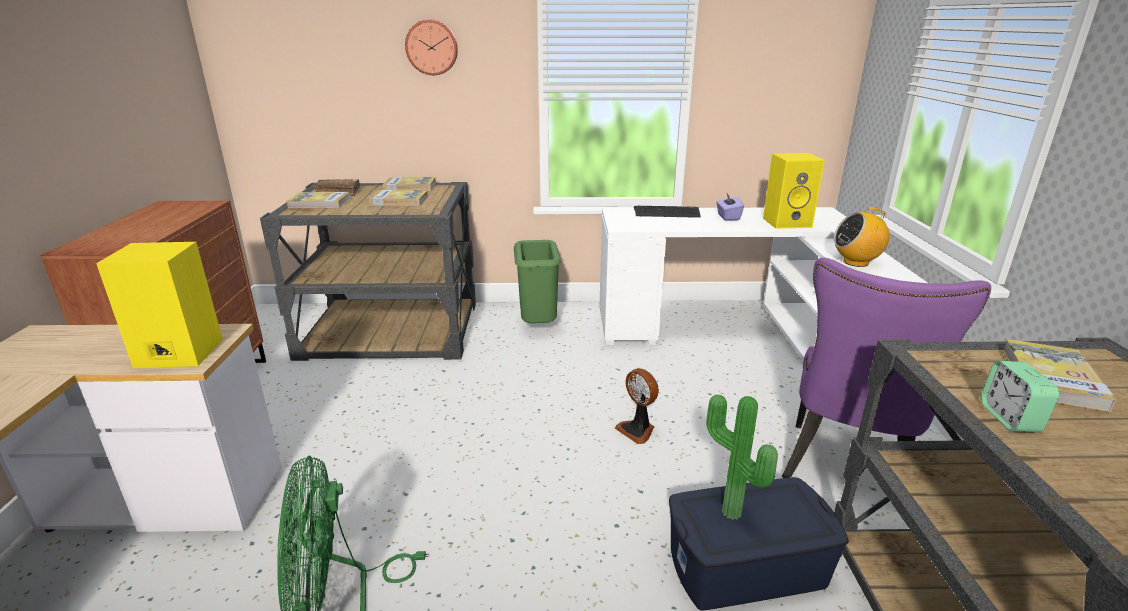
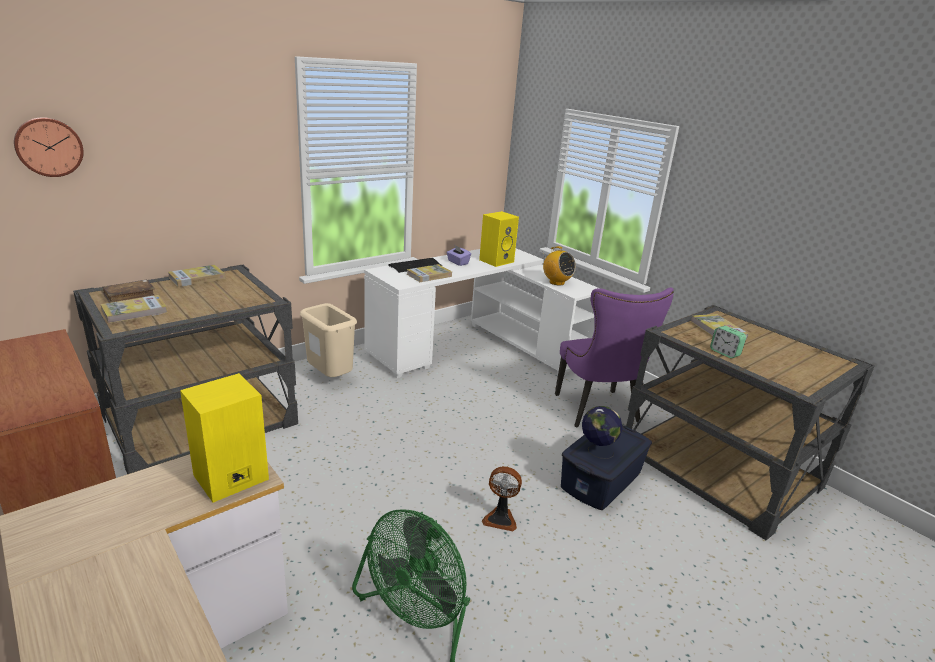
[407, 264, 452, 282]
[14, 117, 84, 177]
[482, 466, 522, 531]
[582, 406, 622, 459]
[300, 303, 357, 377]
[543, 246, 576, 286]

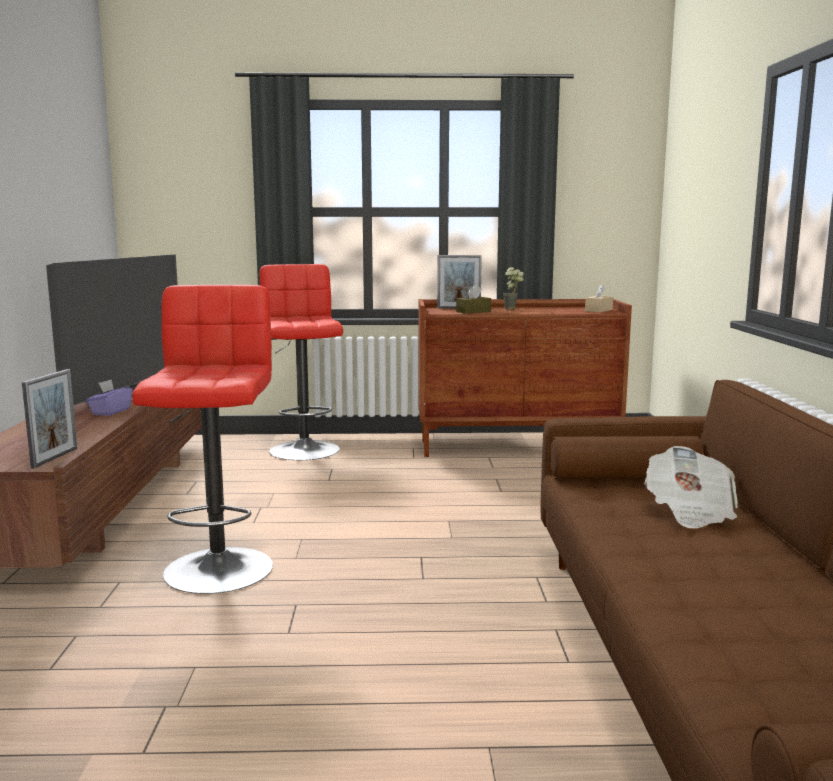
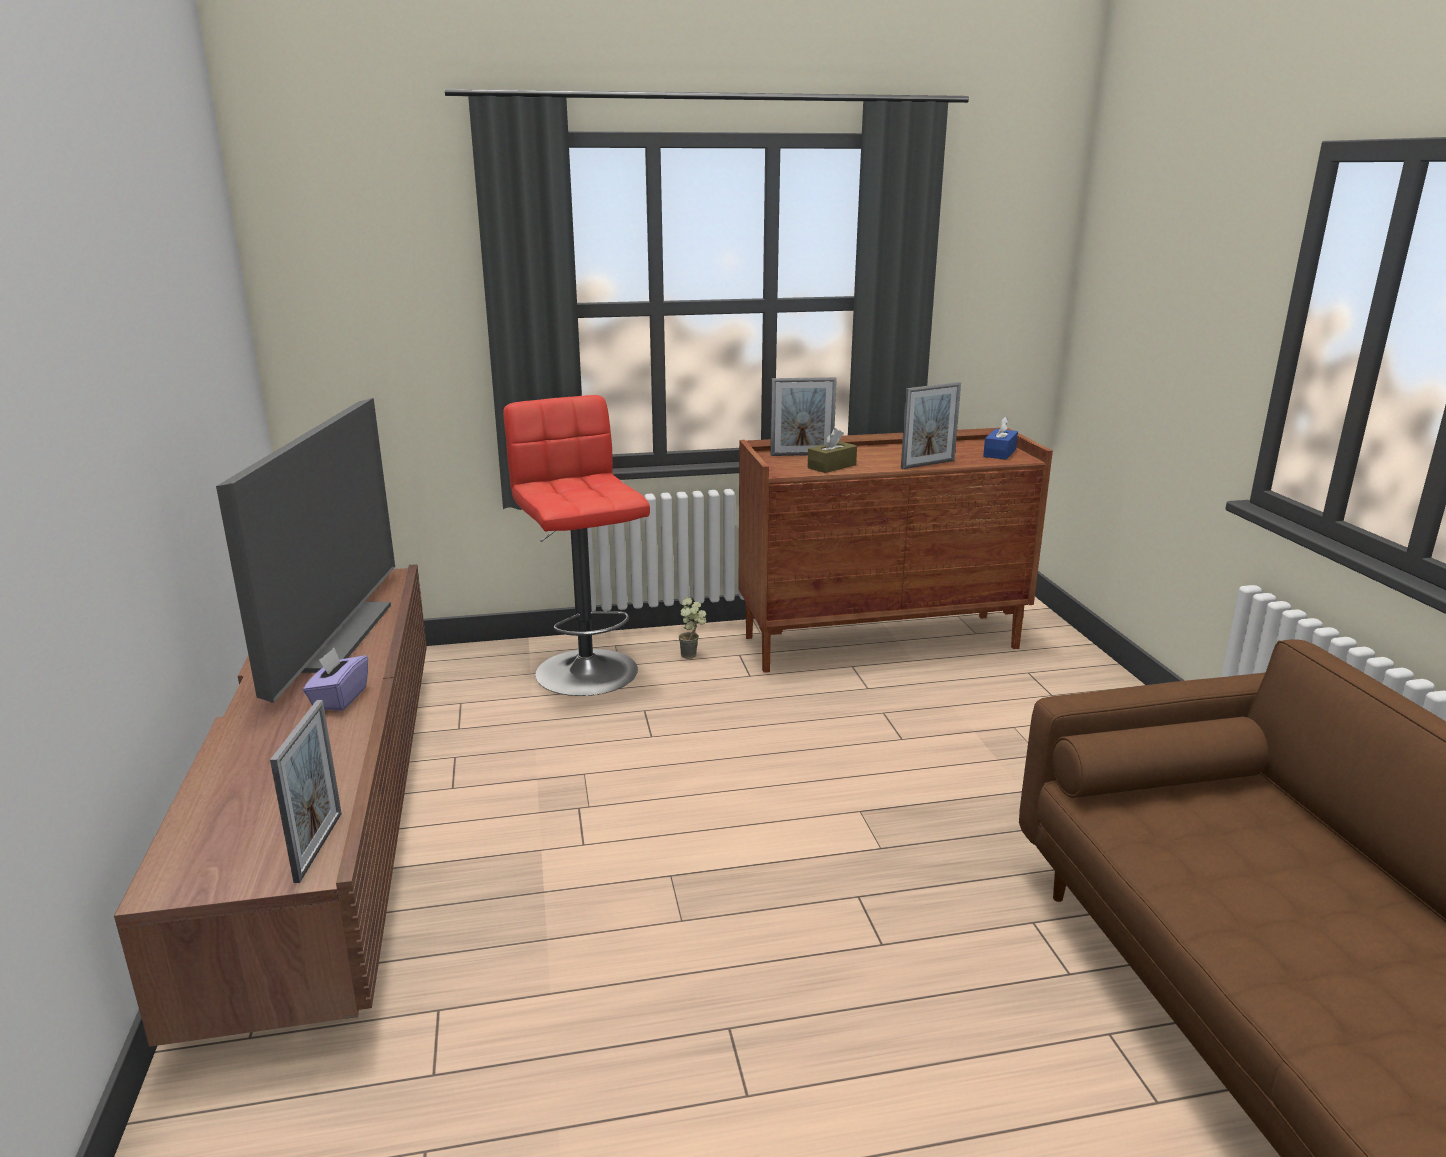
[132, 285, 273, 594] (first image)
[644, 446, 738, 528] (first image)
[901, 382, 961, 469]
[678, 597, 706, 659]
[983, 416, 1018, 460]

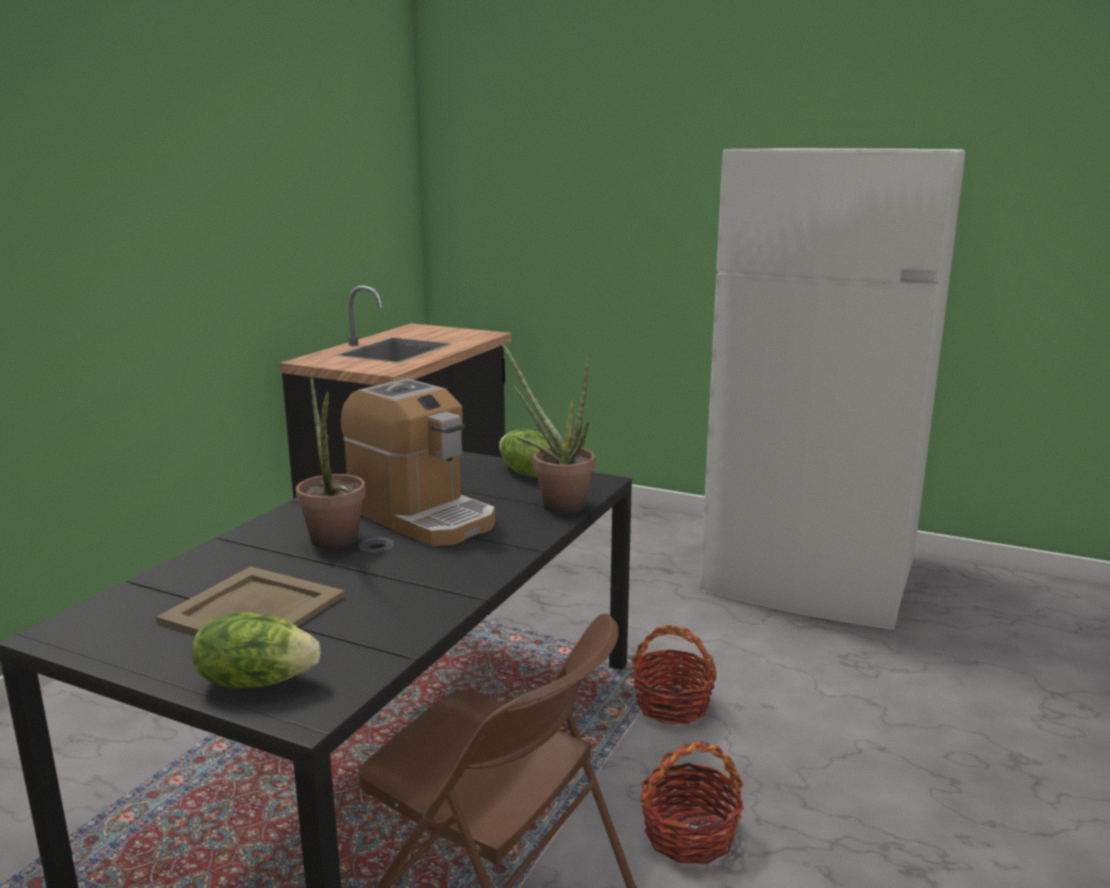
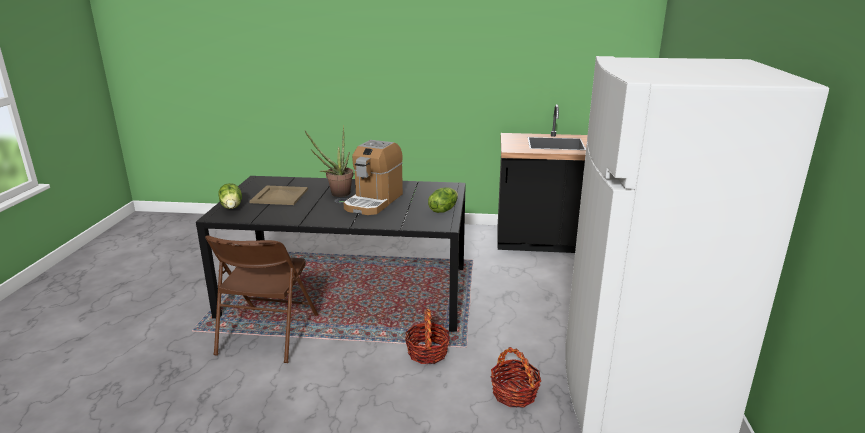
[500, 342, 595, 514] (first image)
[491, 347, 541, 408]

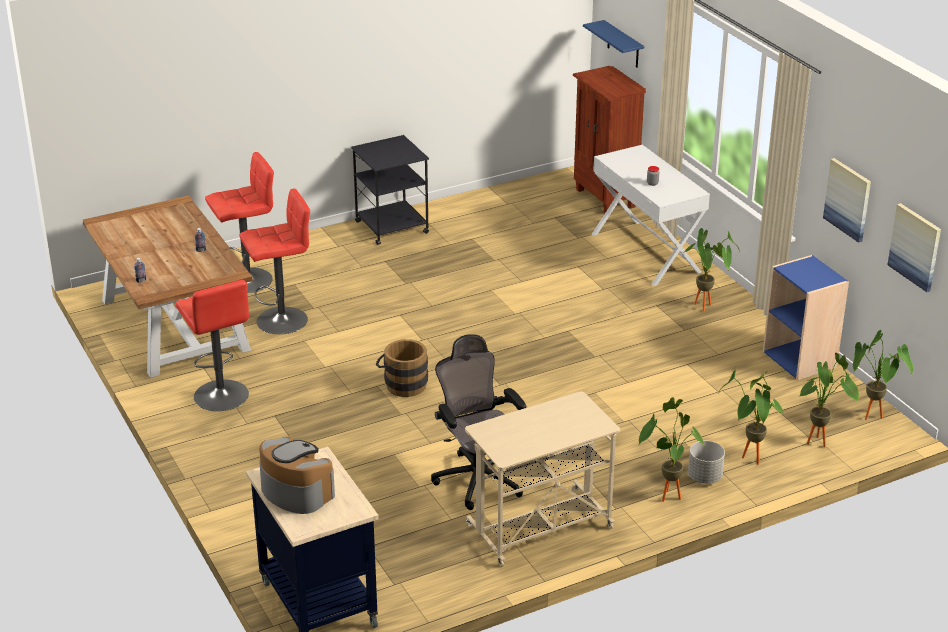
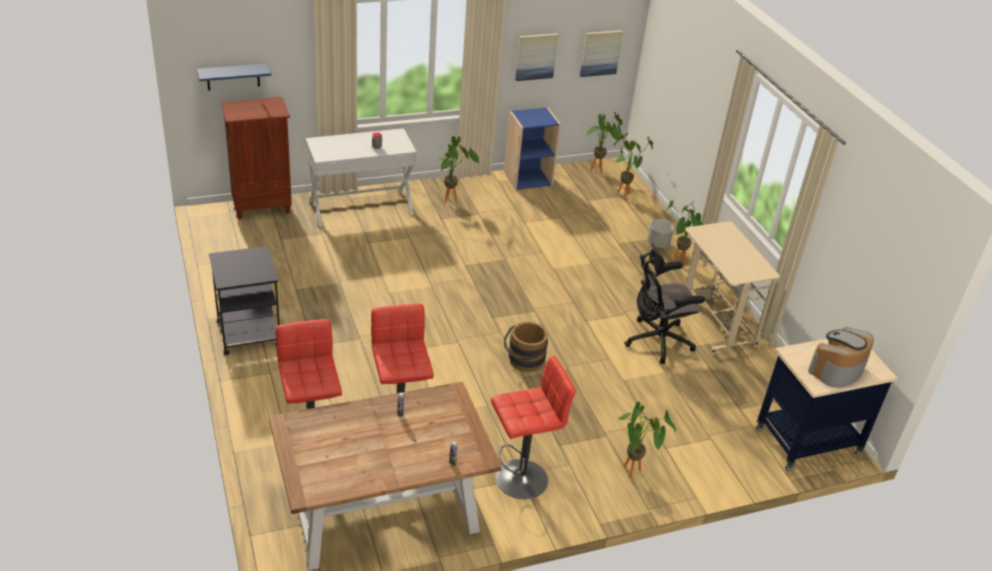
[619, 402, 676, 479]

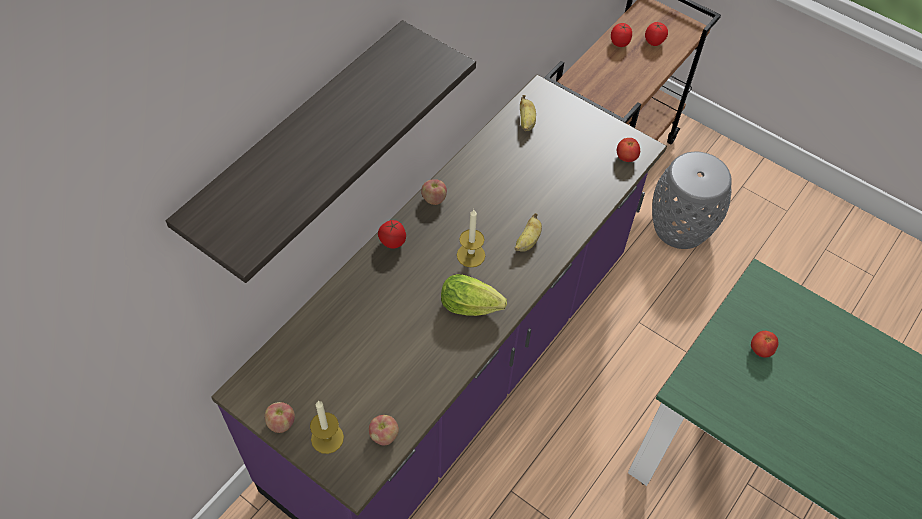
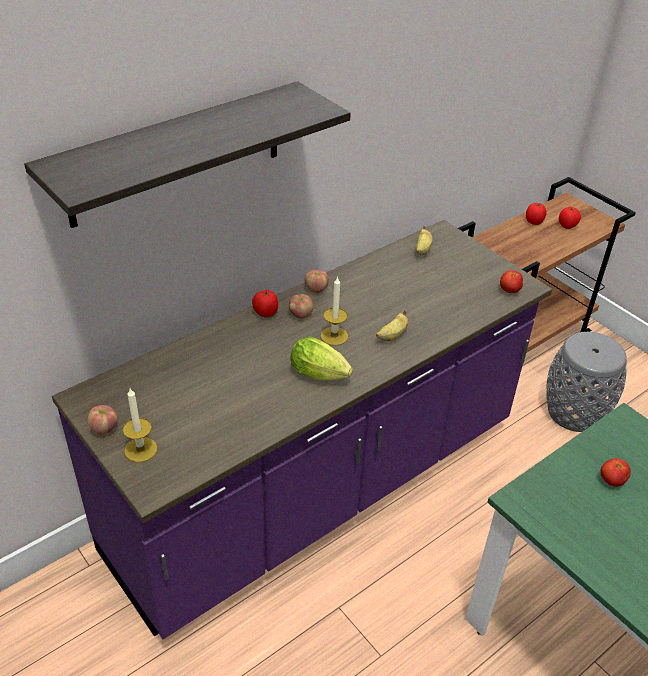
[289, 294, 314, 319]

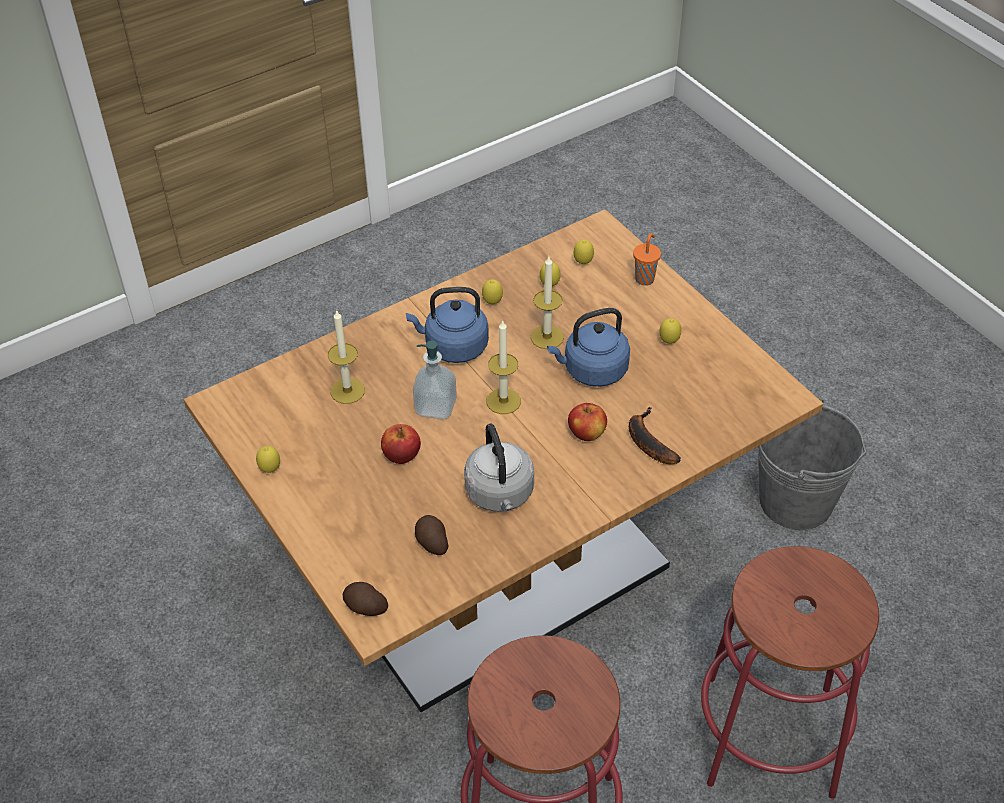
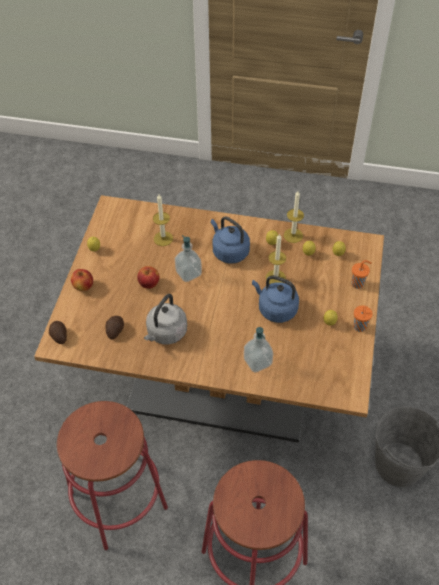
[354, 306, 373, 332]
[284, 191, 304, 243]
[71, 269, 93, 291]
[244, 327, 273, 372]

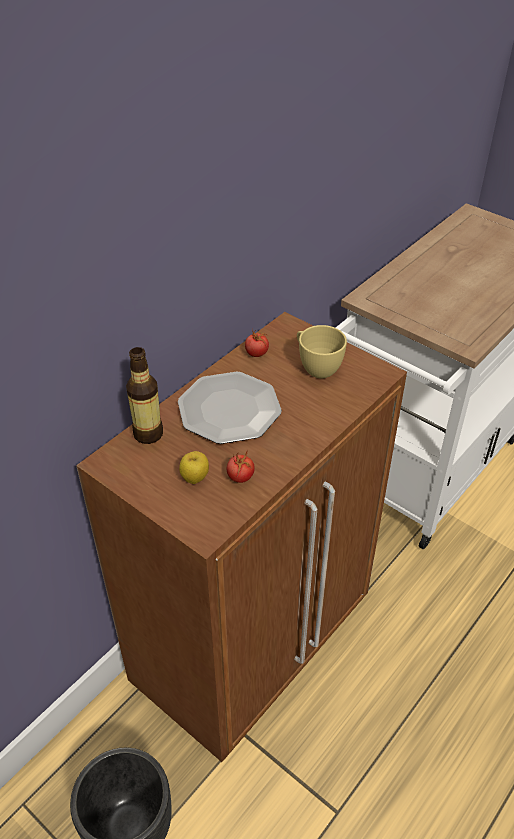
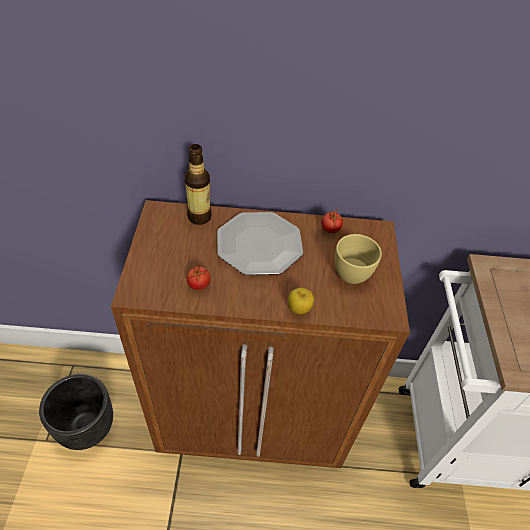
[288, 288, 314, 315]

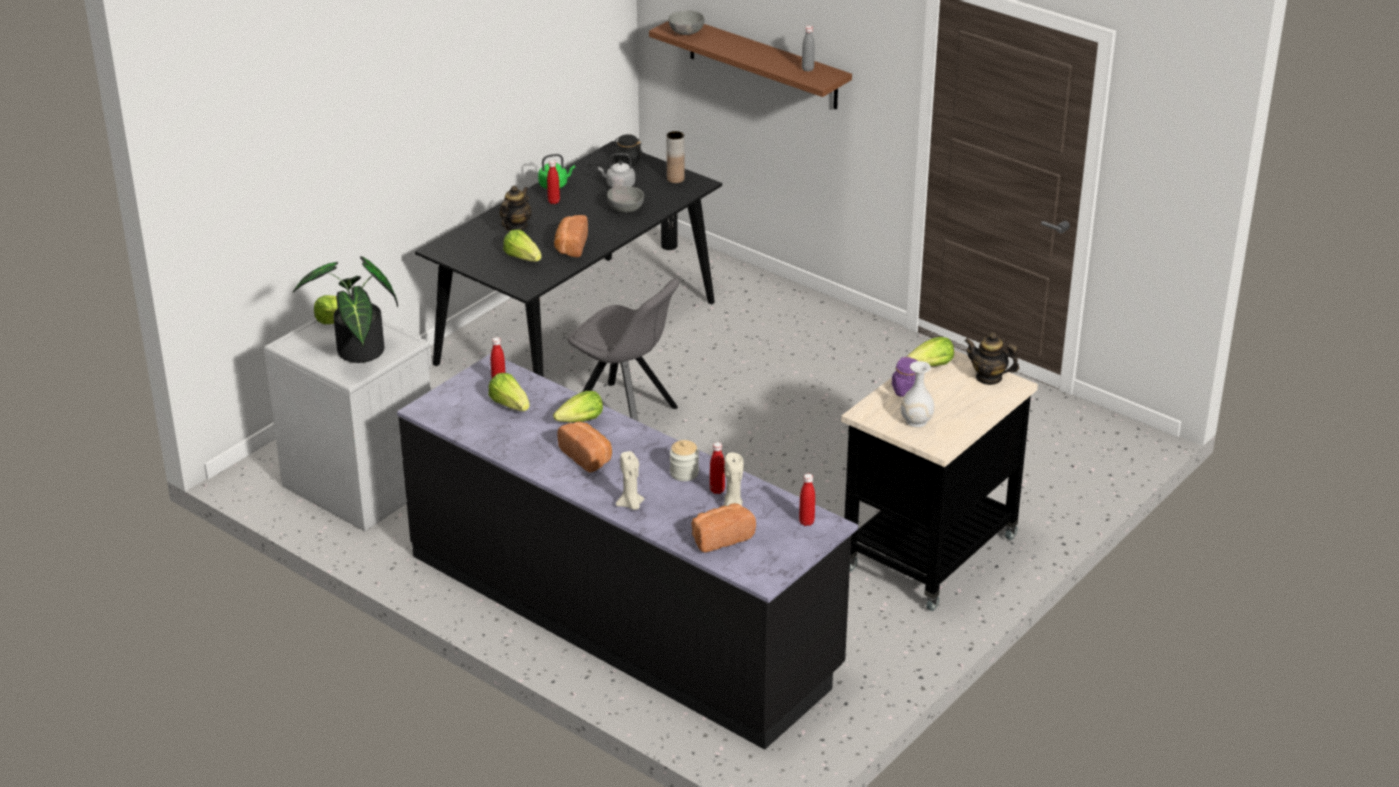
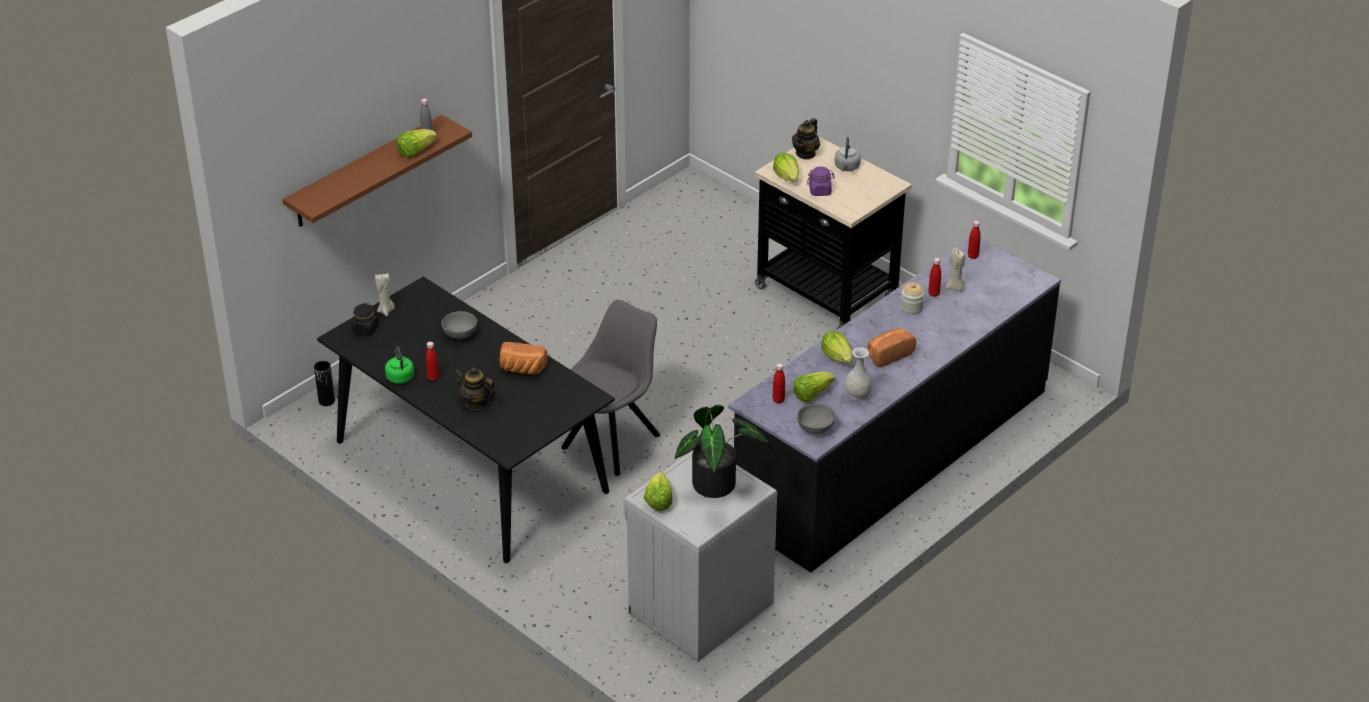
[666, 131, 685, 183] (first image)
[692, 503, 756, 553] (first image)
[397, 129, 437, 158]
[834, 137, 861, 171]
[375, 273, 395, 316]
[797, 404, 835, 434]
[845, 347, 873, 400]

